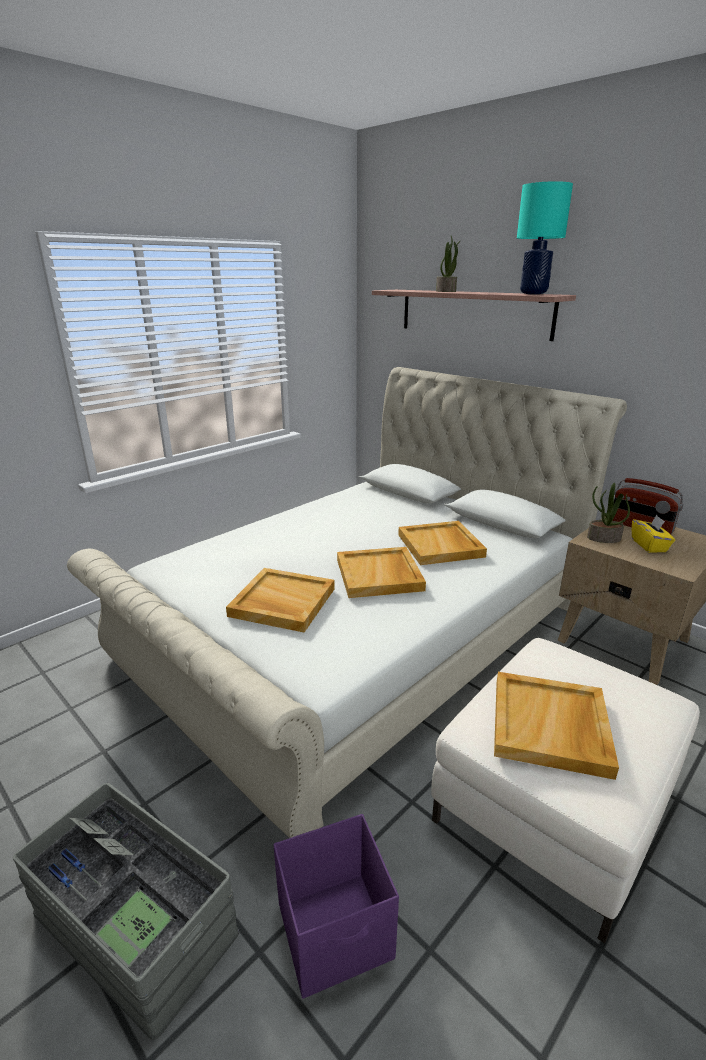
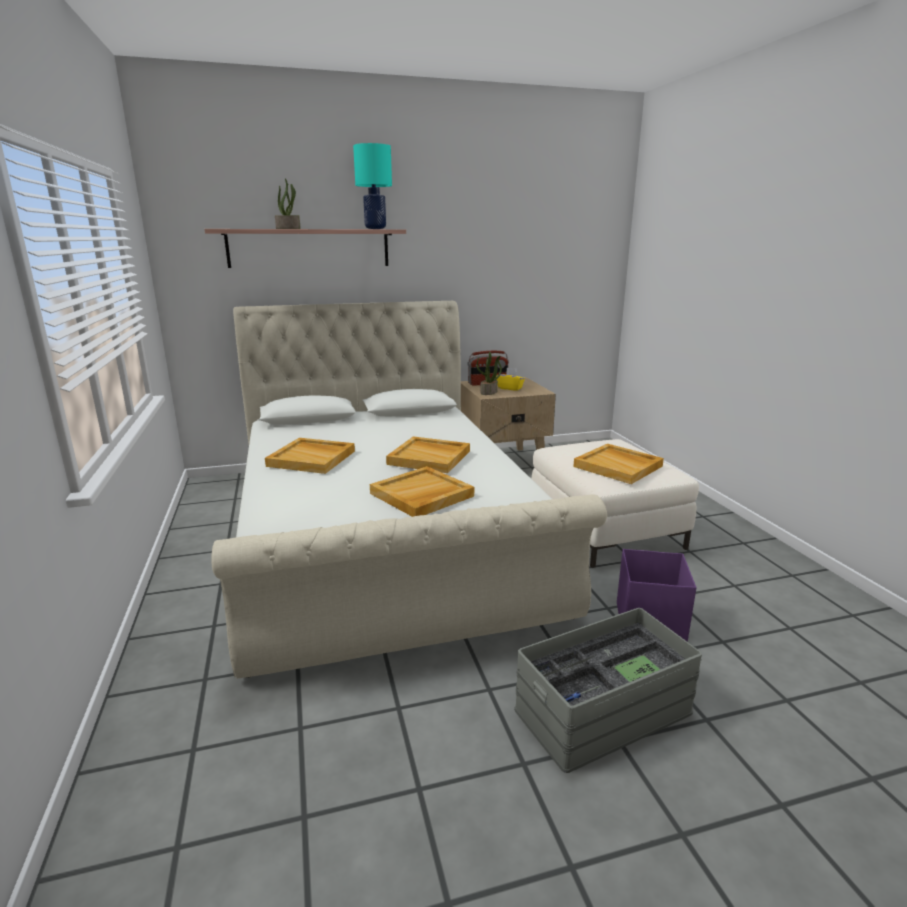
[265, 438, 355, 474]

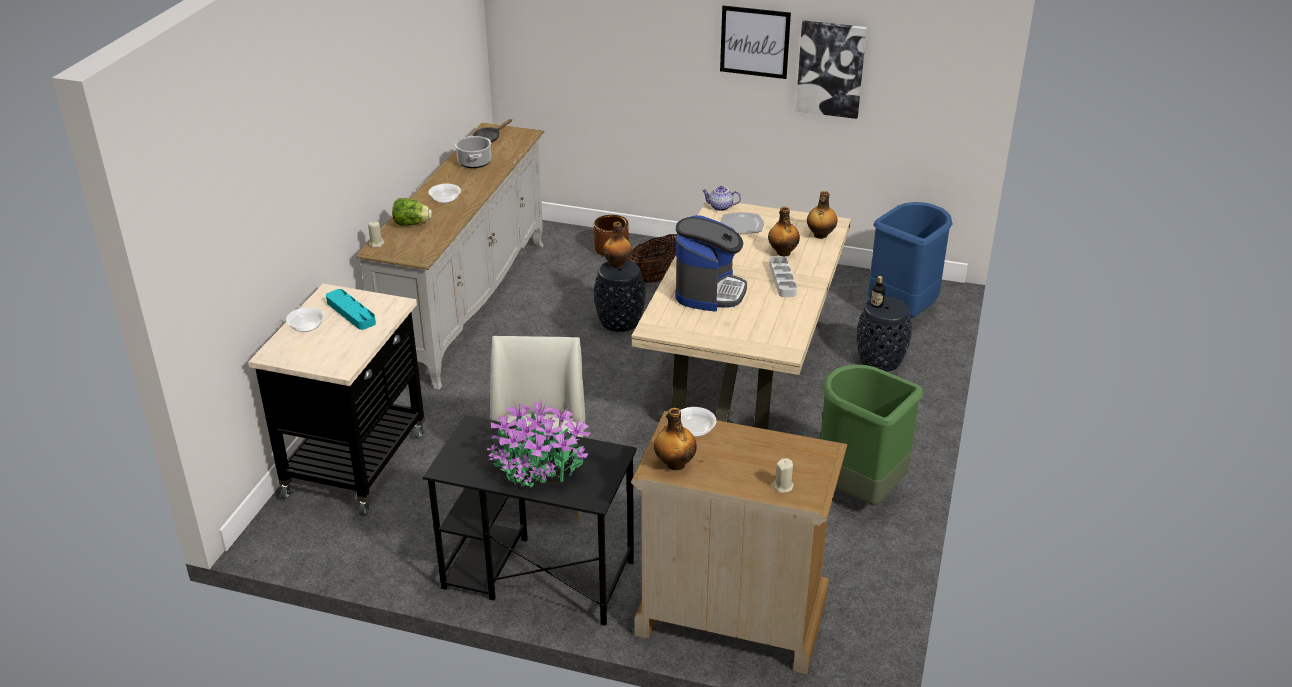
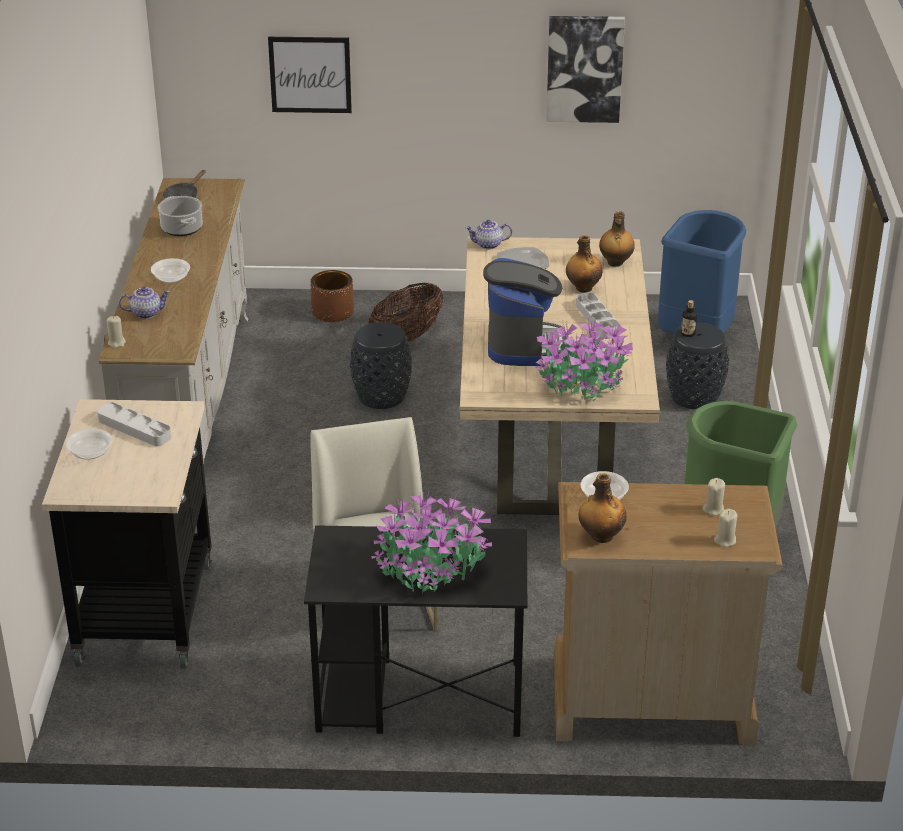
[603, 222, 632, 268] (first image)
[535, 318, 633, 402]
[703, 478, 725, 516]
[268, 37, 352, 113]
[119, 287, 170, 319]
[97, 402, 172, 446]

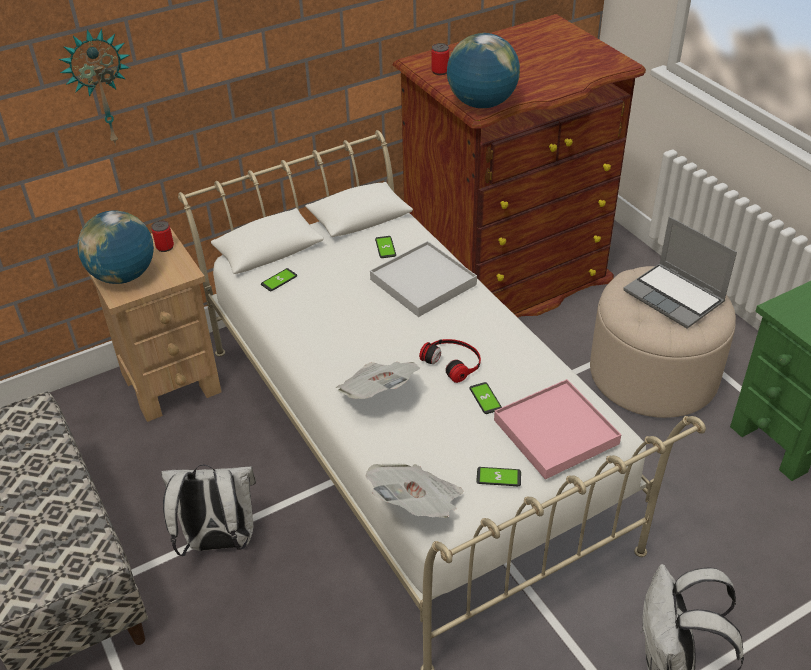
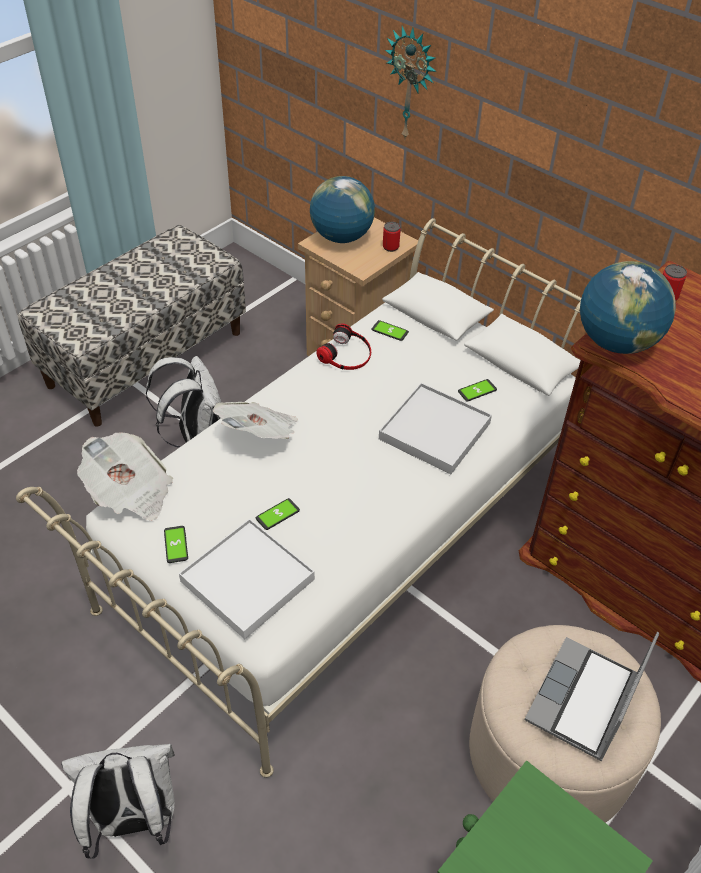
[317, 324, 371, 370]
[179, 519, 315, 639]

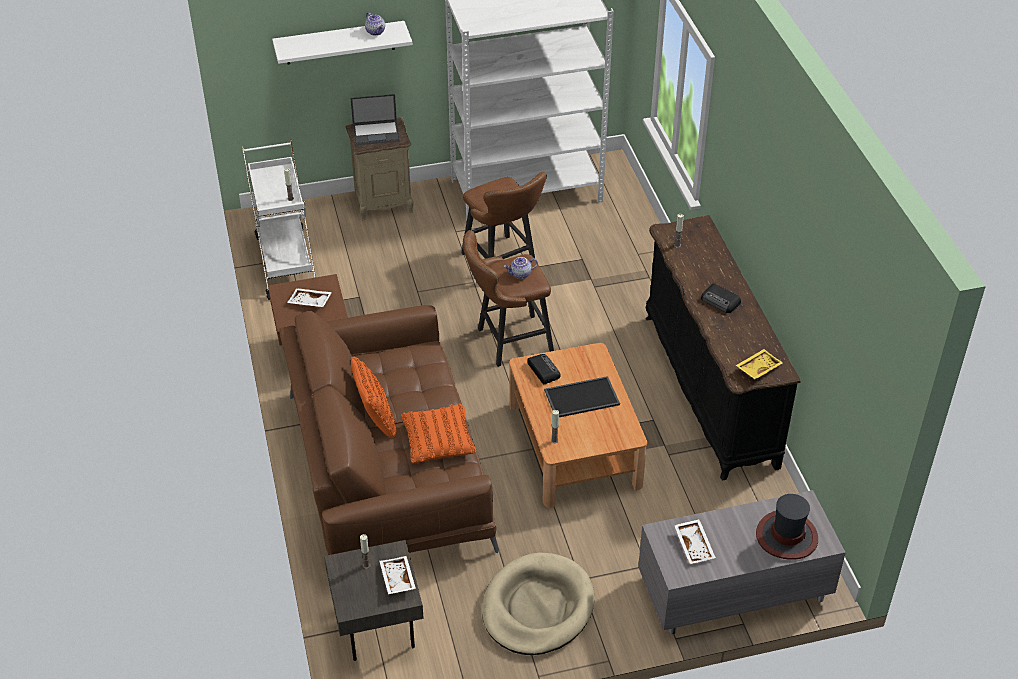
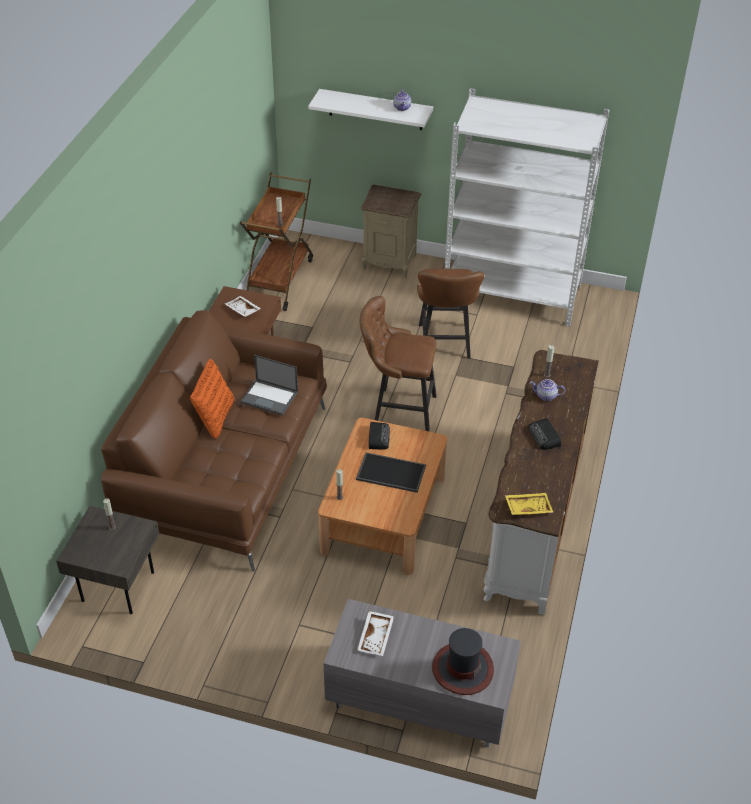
[380, 556, 416, 594] (first image)
[401, 403, 476, 463] (first image)
[482, 552, 594, 655] (first image)
[240, 355, 298, 416]
[530, 379, 565, 401]
[240, 172, 313, 311]
[484, 350, 599, 615]

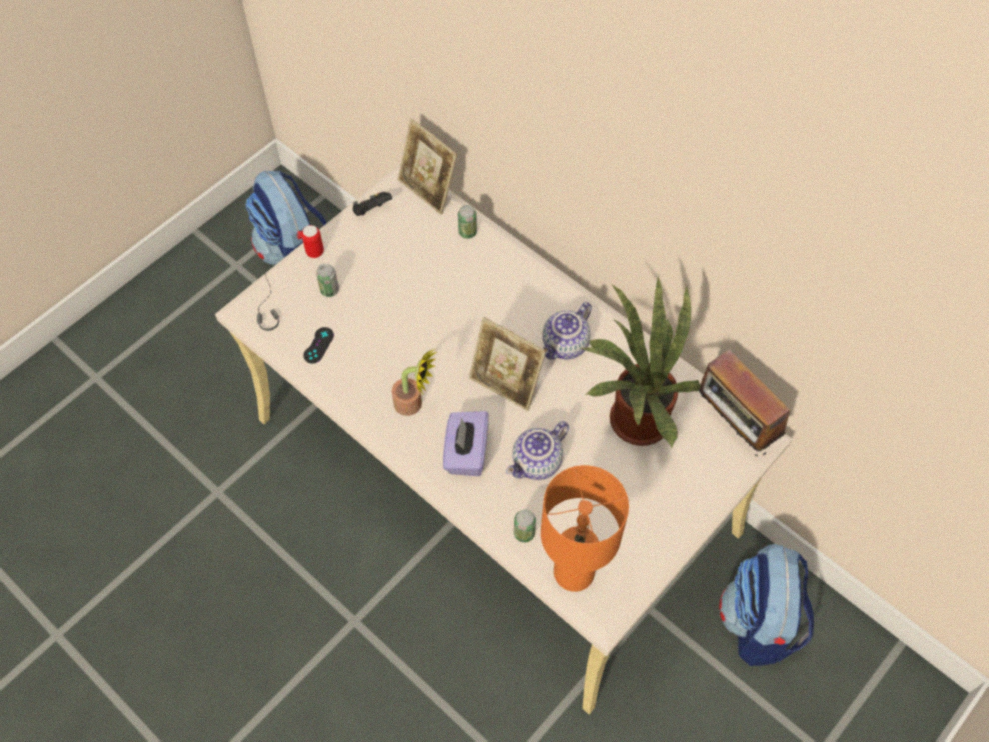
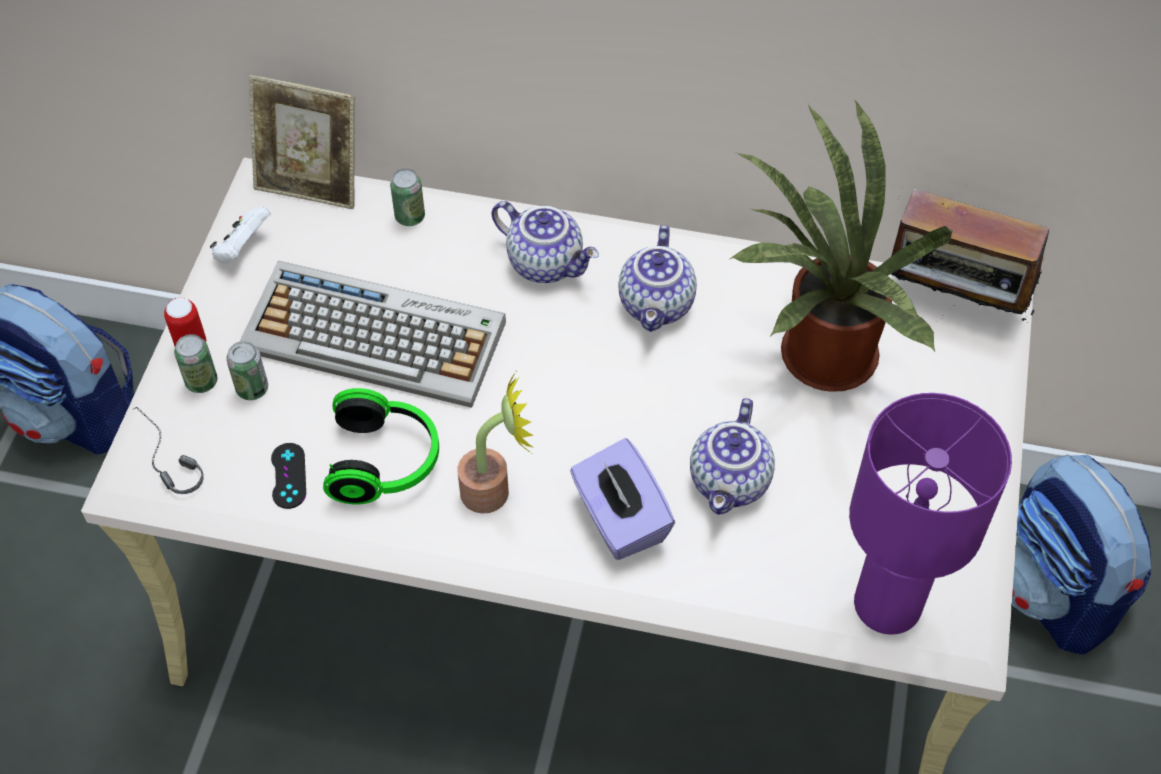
[469, 317, 546, 411] (first image)
[239, 261, 506, 408]
[323, 388, 439, 505]
[491, 201, 599, 283]
[174, 334, 218, 393]
[210, 206, 271, 263]
[849, 393, 1012, 635]

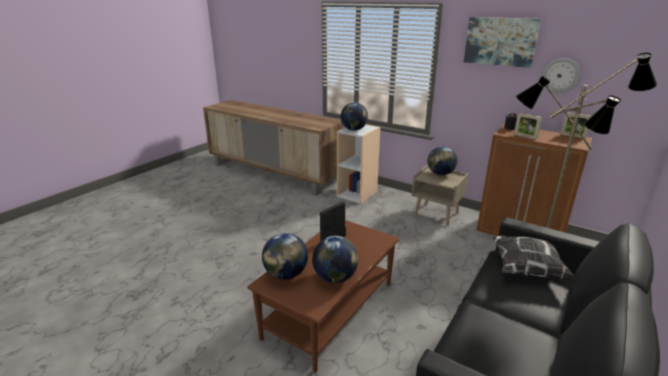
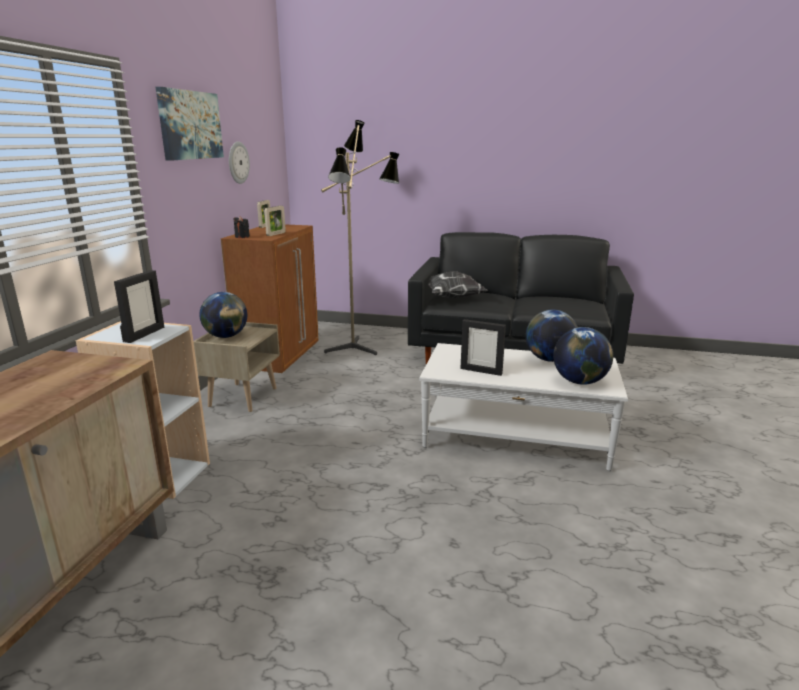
[114, 270, 164, 343]
[419, 343, 628, 471]

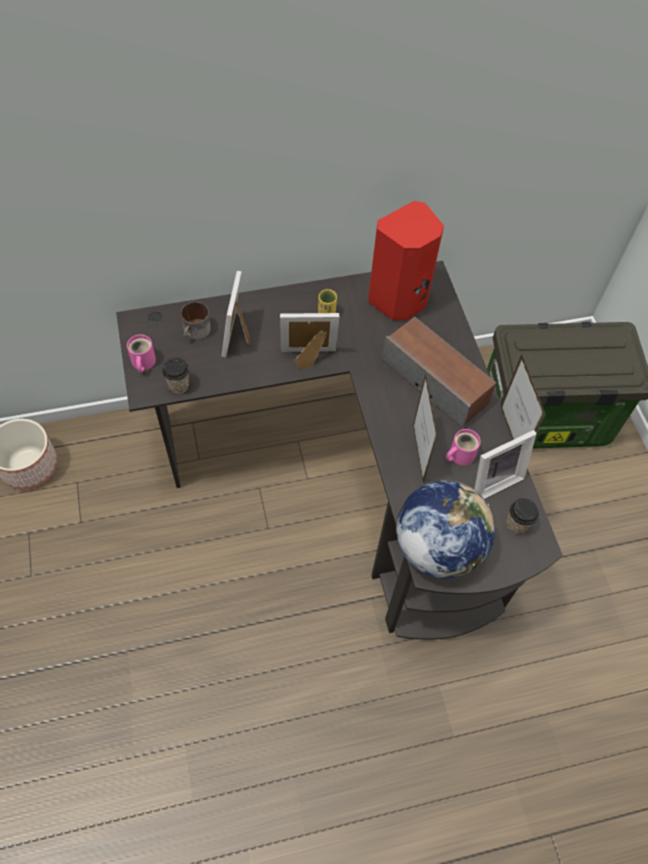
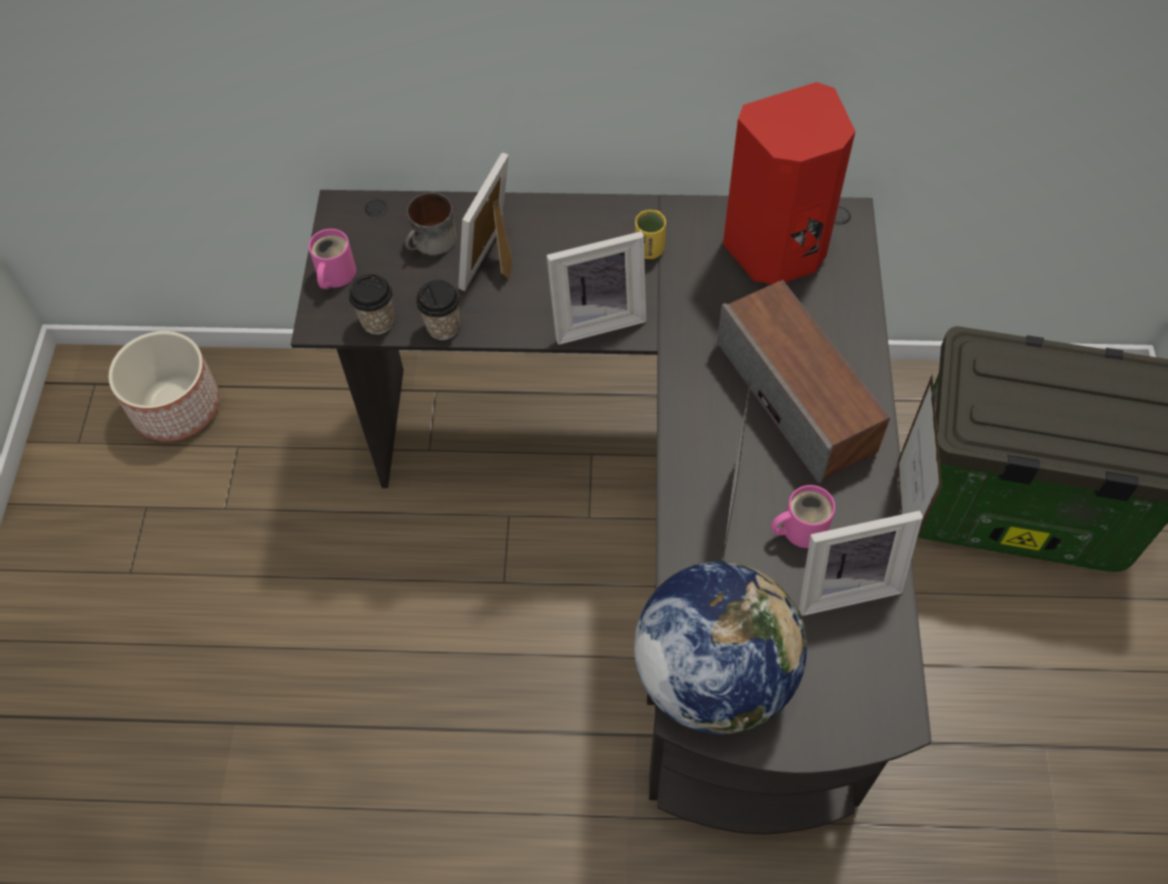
[416, 280, 460, 340]
[546, 231, 646, 345]

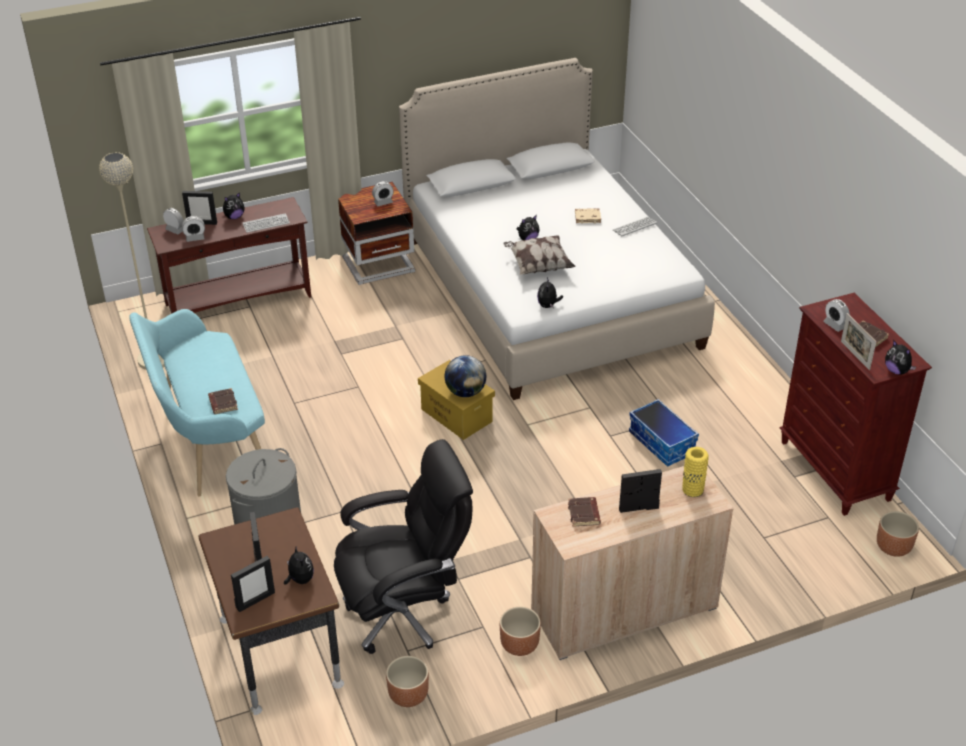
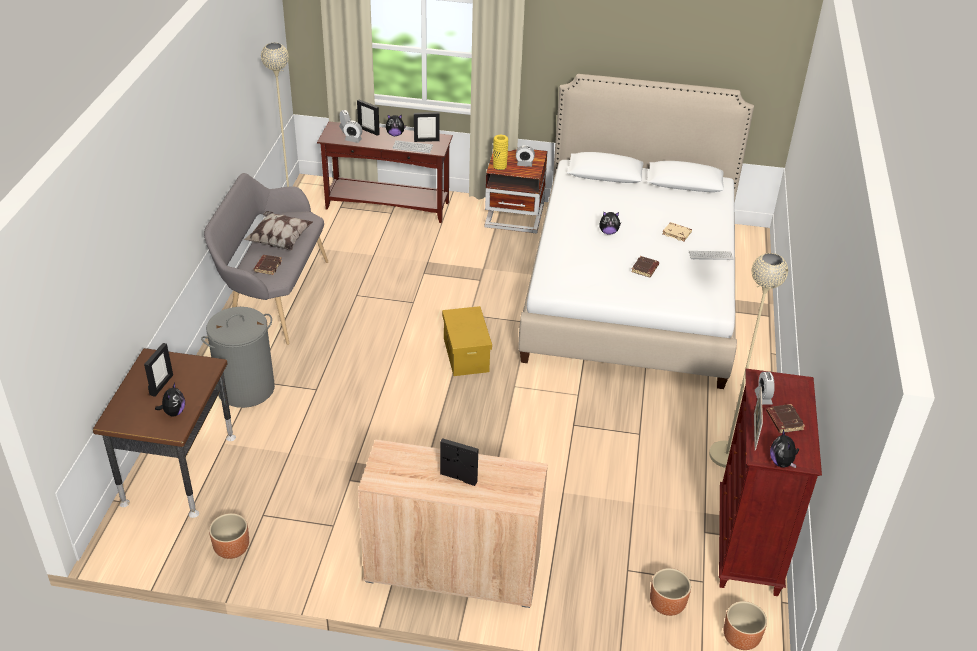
[334, 439, 473, 654] (first image)
[445, 355, 486, 397] (first image)
[537, 277, 563, 308] (first image)
[629, 399, 699, 467] (first image)
[709, 253, 788, 468]
[414, 112, 440, 142]
[650, 568, 691, 616]
[244, 211, 313, 250]
[631, 256, 659, 277]
[493, 135, 508, 170]
[204, 173, 328, 345]

